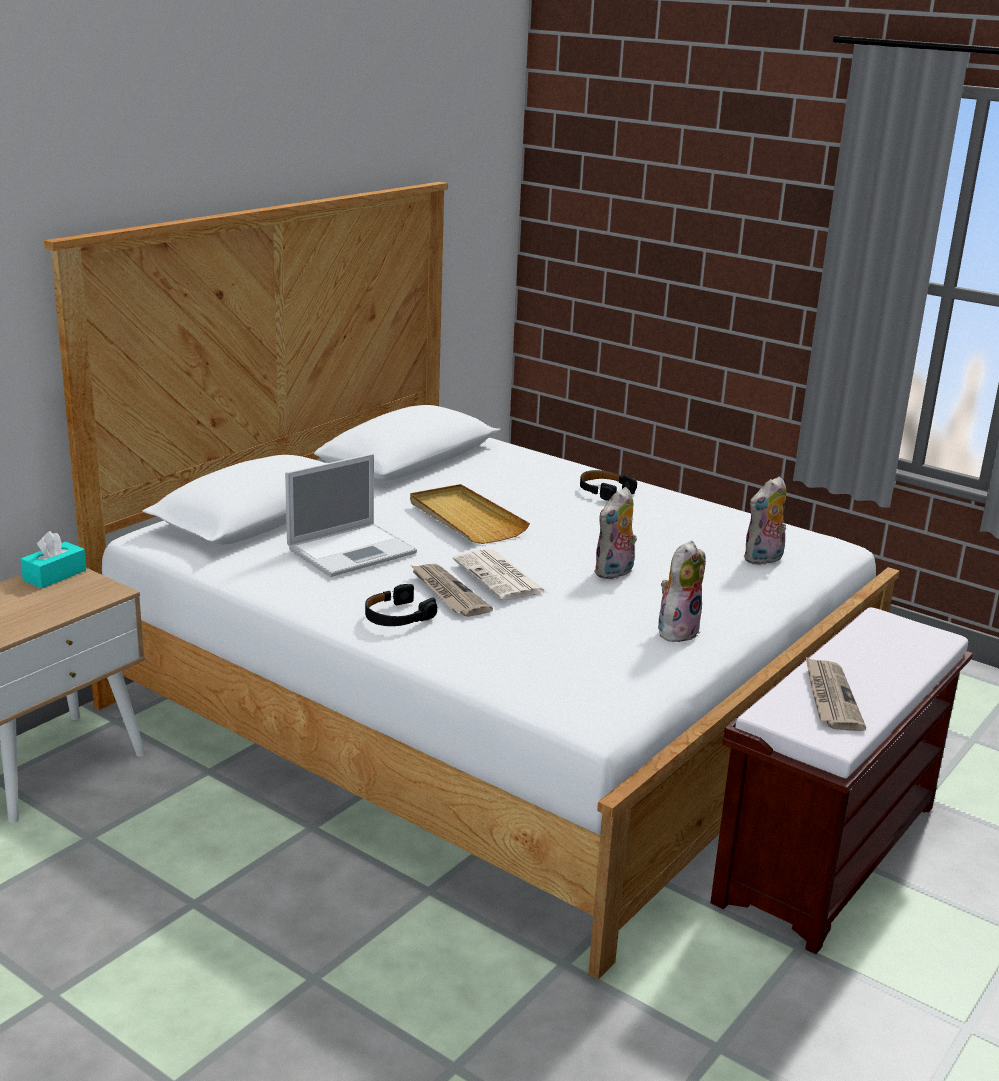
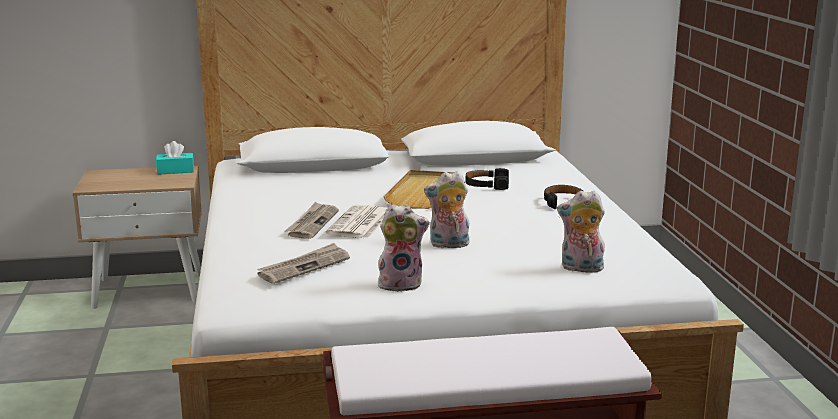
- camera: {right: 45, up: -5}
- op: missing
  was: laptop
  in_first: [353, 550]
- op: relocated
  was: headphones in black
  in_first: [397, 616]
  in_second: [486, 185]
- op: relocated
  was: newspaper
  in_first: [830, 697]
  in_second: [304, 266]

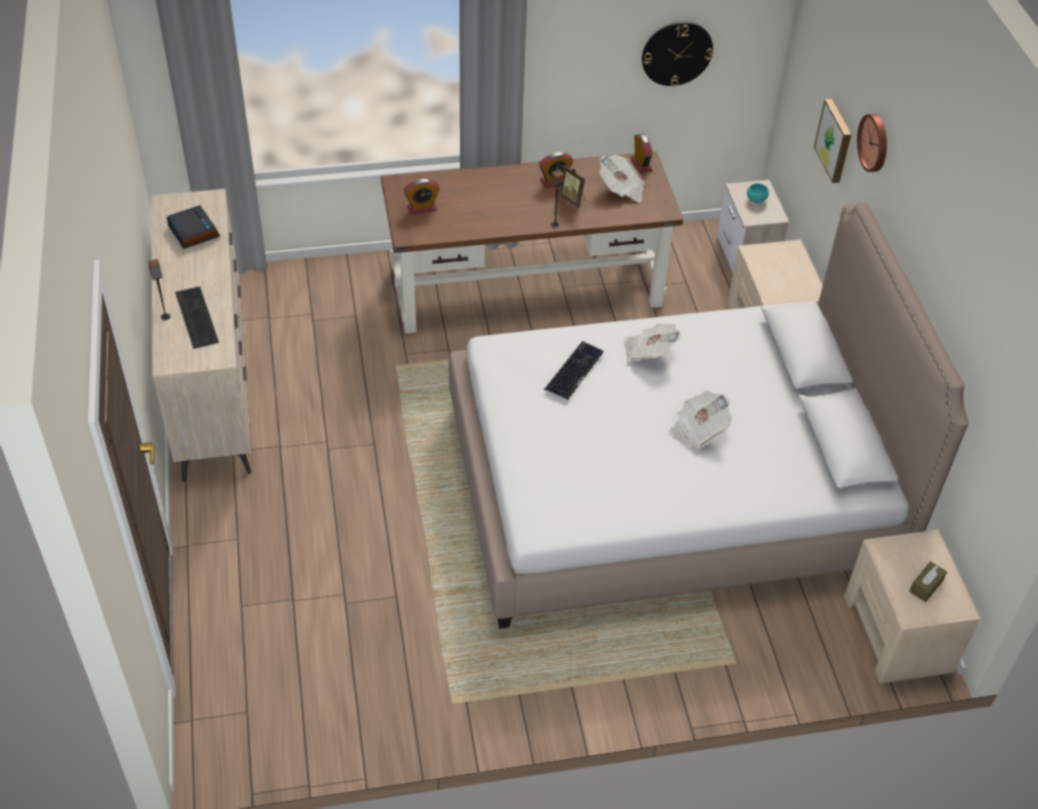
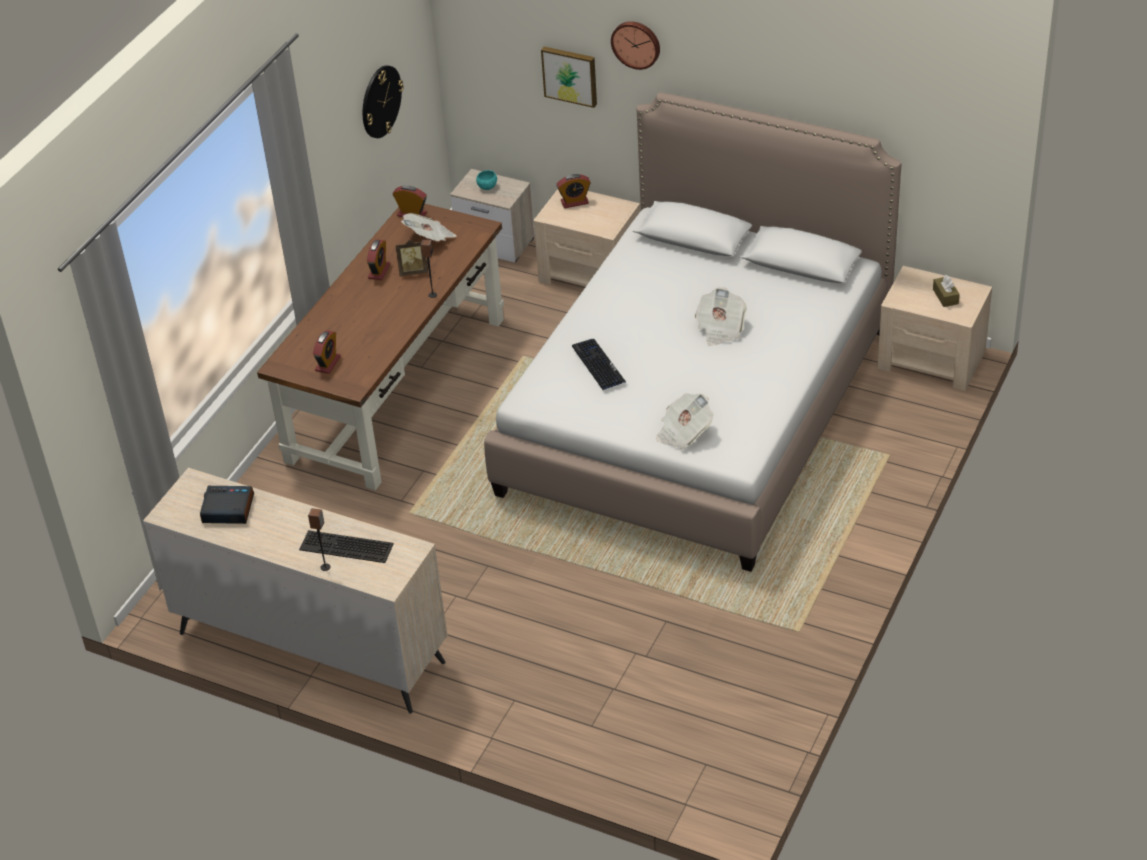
- camera: {right: -50, up: -5}
- op: relocated
  was: newspaper
  in_first: [648, 352]
  in_second: [683, 432]
- op: appeared
  now: alarm clock
  in_second: [574, 202]

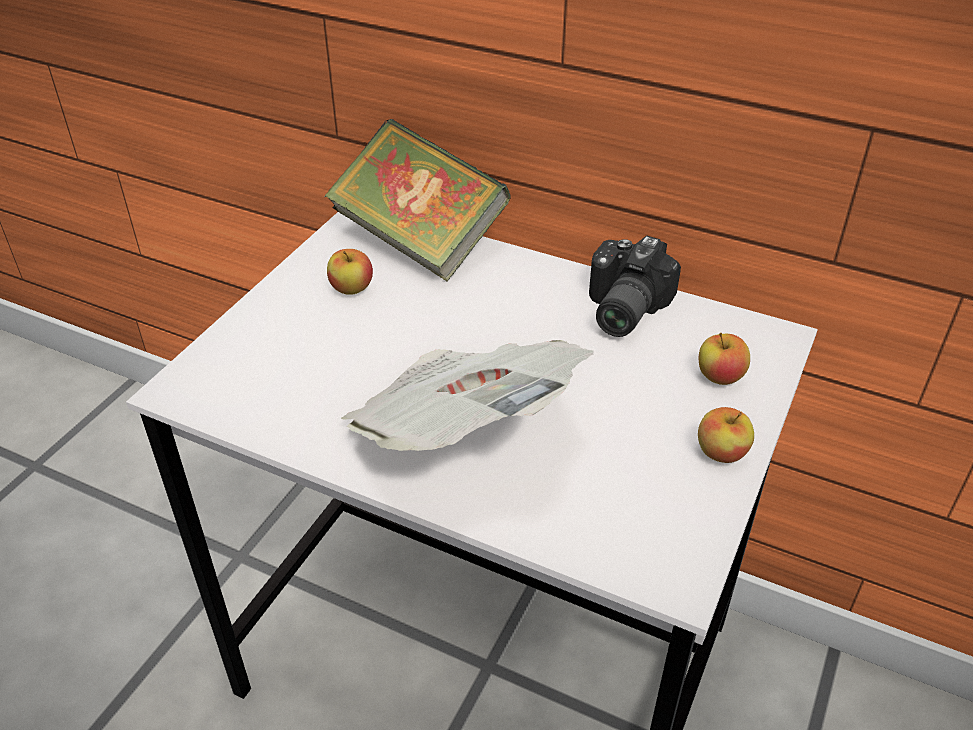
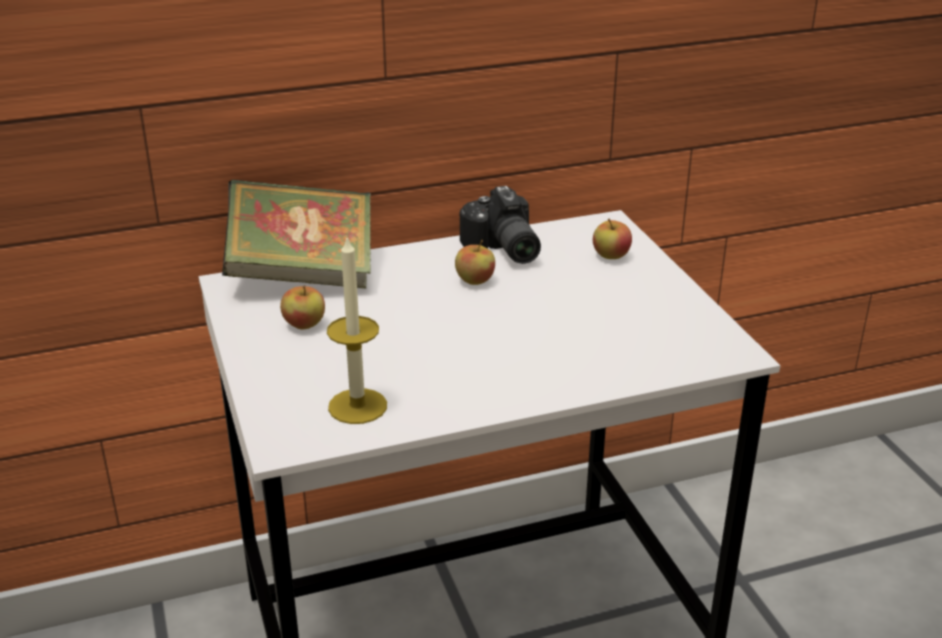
- camera: {right: -45, up: -10}
- op: missing
  was: newspaper
  in_first: [463, 433]
- op: relocated
  was: apple
  in_first: [721, 453]
  in_second: [475, 281]
- op: appeared
  now: candle
  in_second: [357, 406]

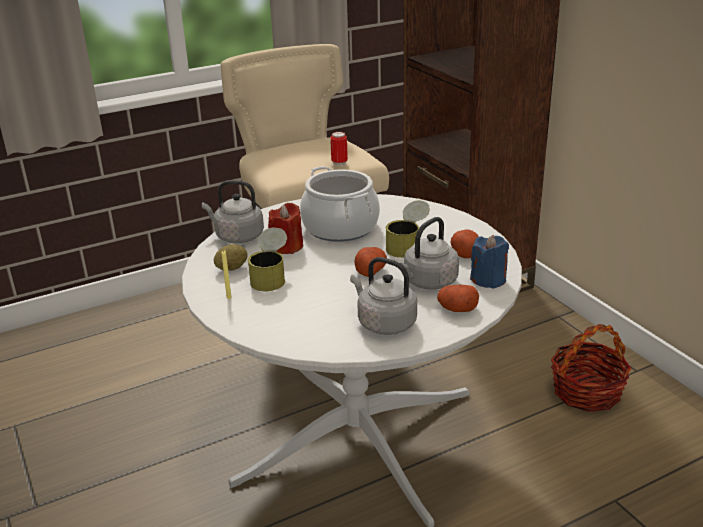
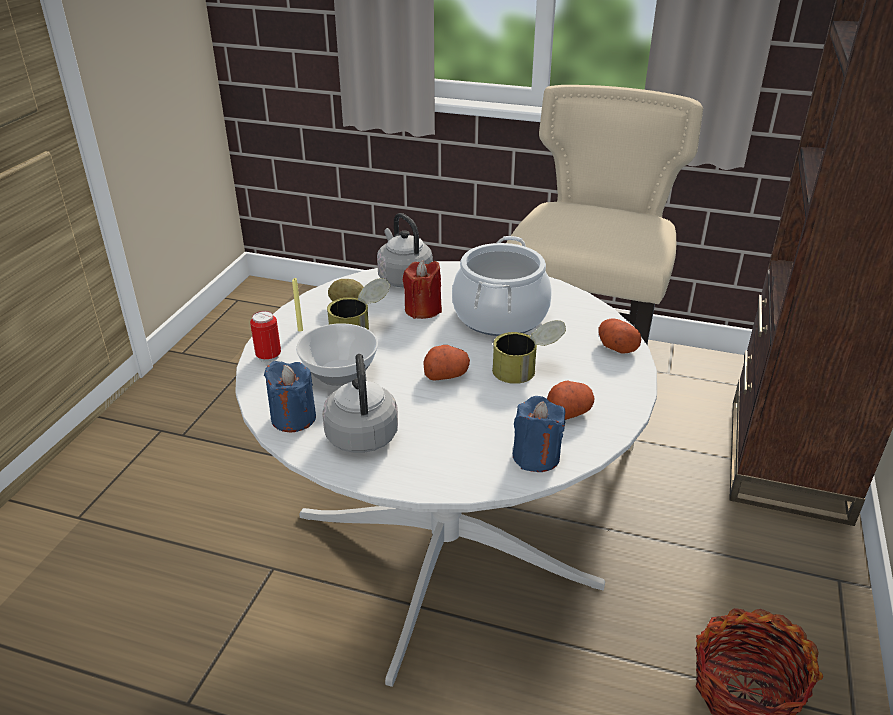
- camera: {right: 45, up: 5}
- op: relocated
  was: can
  in_first: [339, 163]
  in_second: [268, 356]
- op: missing
  was: kettle in grey
  in_first: [428, 282]
- op: relocated
  was: potato
  in_first: [457, 309]
  in_second: [616, 346]
- op: appeared
  now: bowl
  in_second: [338, 372]
- op: appeared
  now: candle in blue
  in_second: [293, 418]

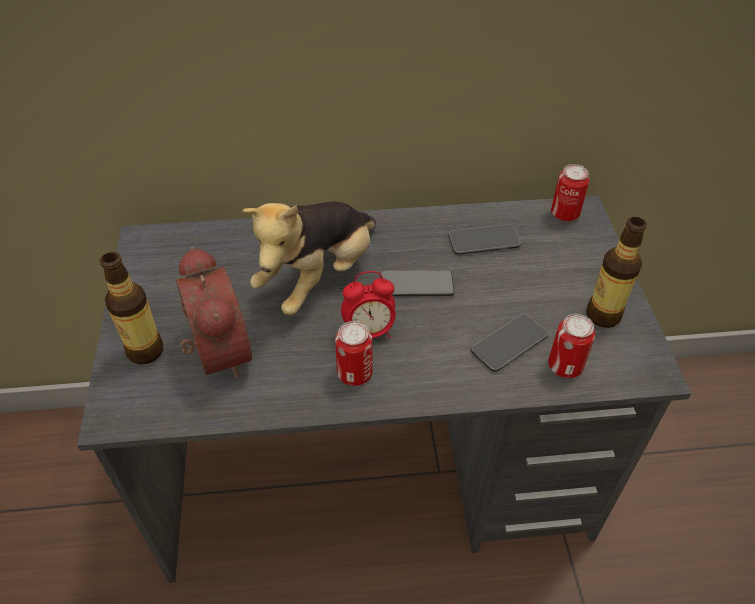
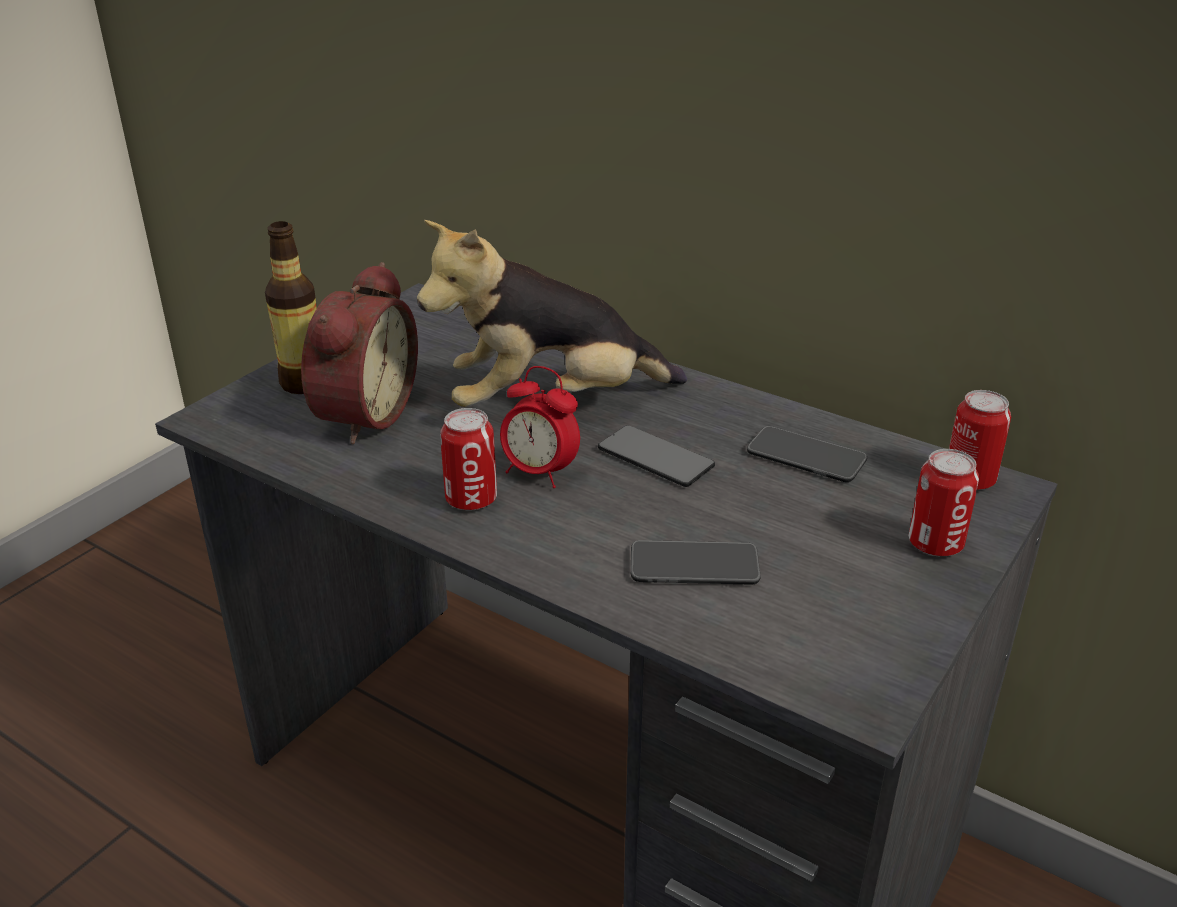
- camera: {right: 40, up: -15}
- op: missing
  was: bottle
  in_first: [603, 315]
- op: relocated
  was: can
  in_first: [565, 366]
  in_second: [935, 544]

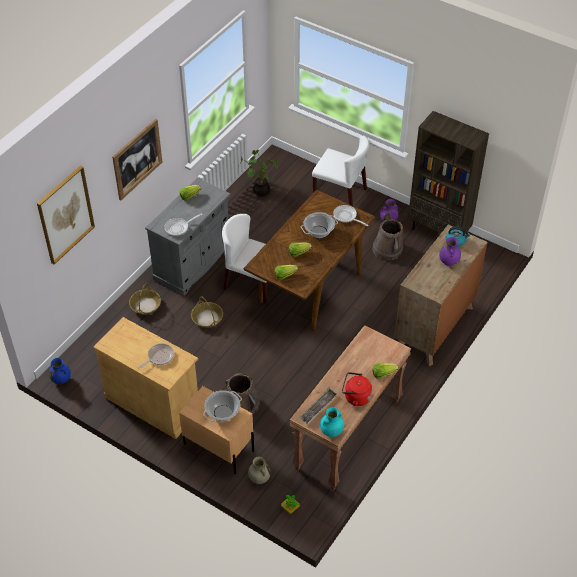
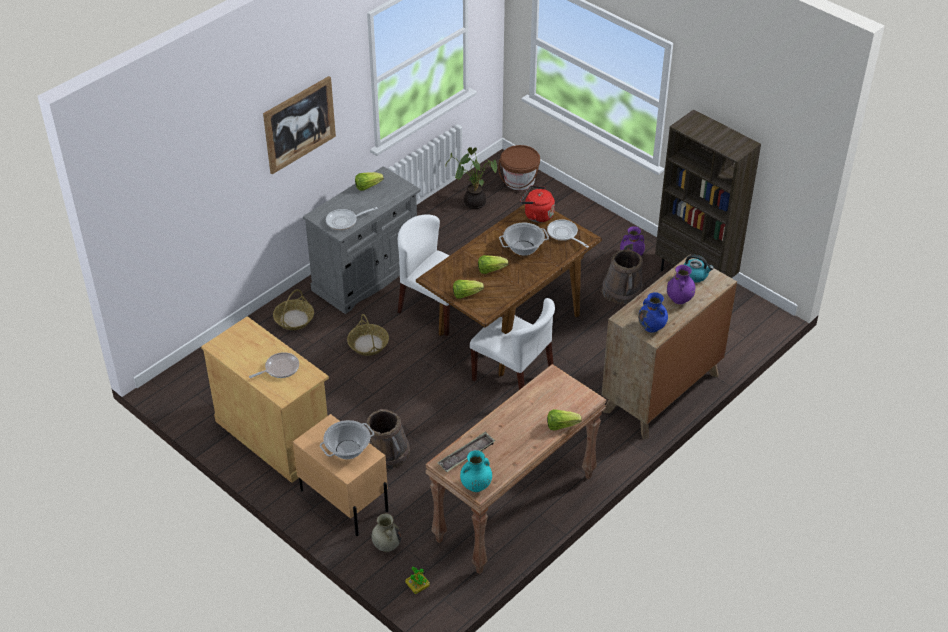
- camera: {right: 10, up: -5}
- op: relocated
  was: chair in white
  in_first: [340, 194]
  in_second: [514, 378]
- op: missing
  was: picture
  in_first: [65, 214]
- op: relocated
  was: vase in blue
  in_first: [61, 379]
  in_second: [652, 327]
- op: relocated
  was: kettle in red
  in_first: [355, 397]
  in_second: [537, 215]
- op: appeared
  now: bucket in brown
  in_second: [519, 181]

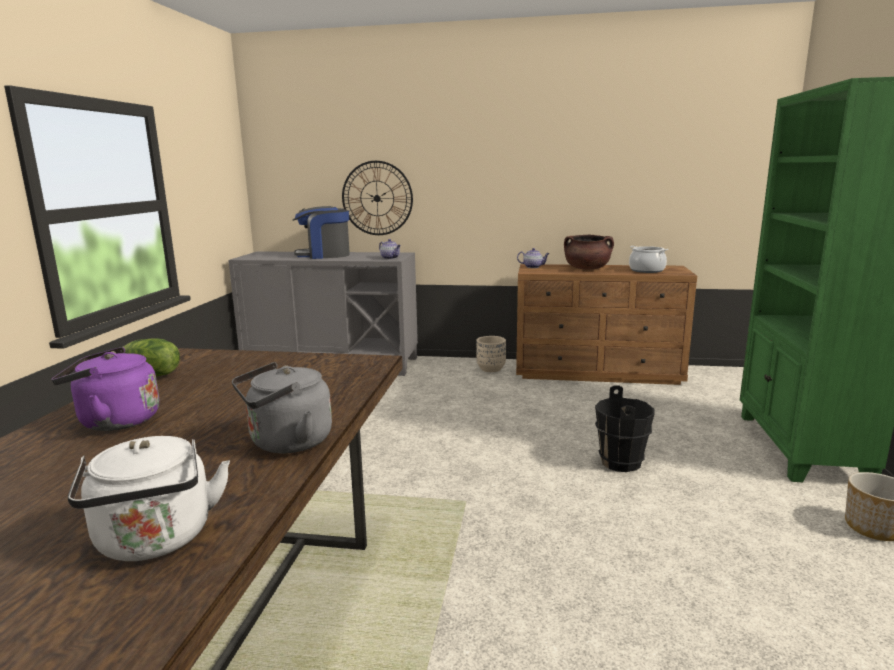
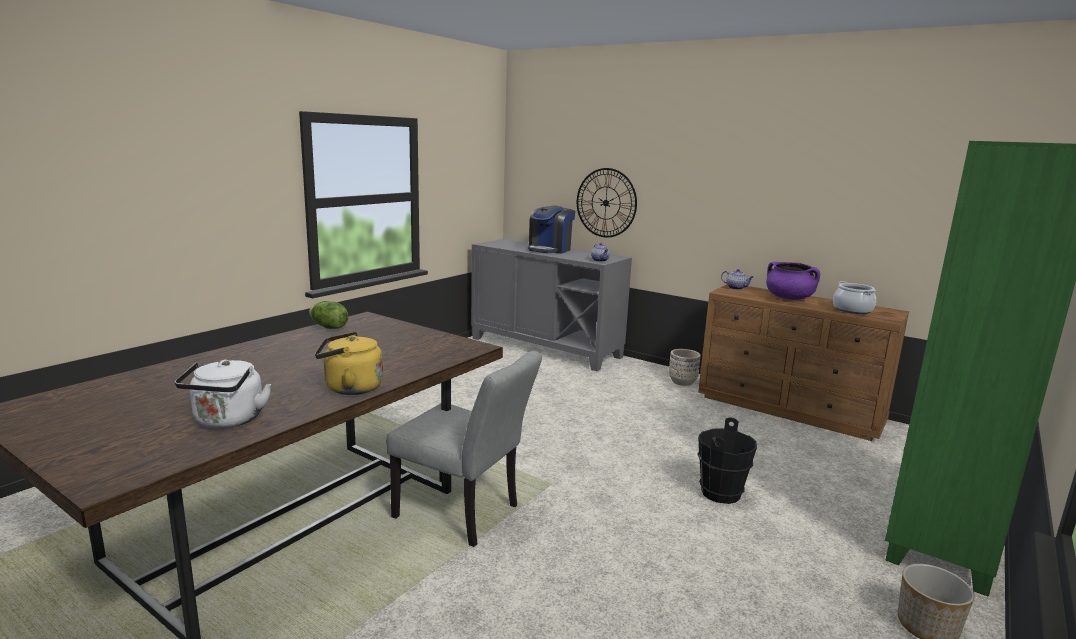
- camera: {right: 25, up: 0}
- op: spun
  was: coffee machine
  in_first: [324, 255]
  in_second: [549, 250]
  clockwise: -75
- op: colour
  was: cooking pot in brown
  now: cooking pot in purple
  in_first: [587, 268]
  in_second: [789, 298]
- op: missing
  was: kettle in purple
  in_first: [114, 421]
- op: colour
  was: kettle in grey
  now: kettle in yellow
  in_first: [286, 443]
  in_second: [350, 388]
- op: appeared
  now: chair in grey
  in_second: [464, 514]

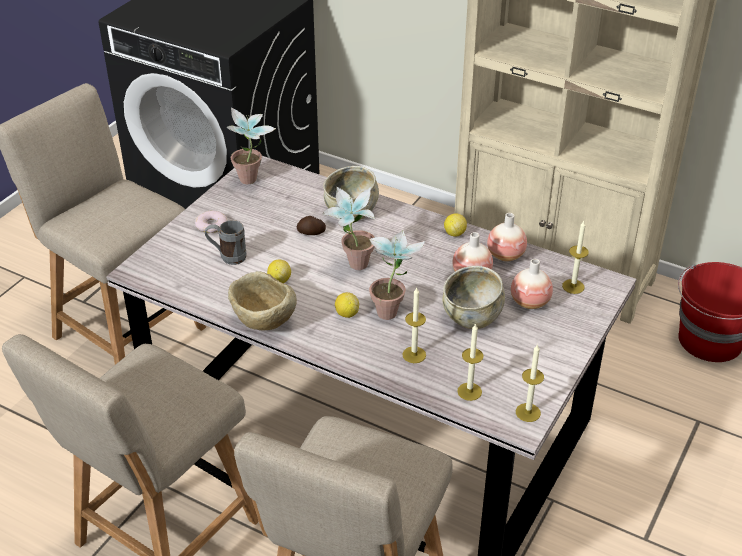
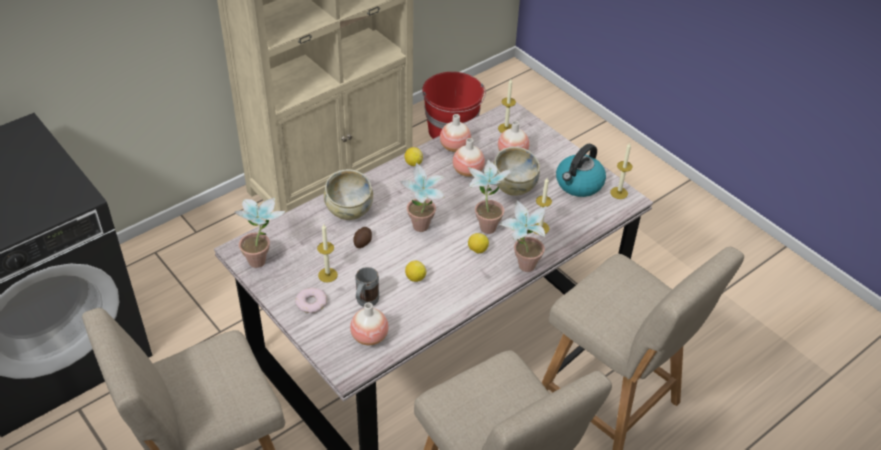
- camera: {right: -70, up: 5}
- op: missing
  was: bowl in beige
  in_first: [263, 323]
- op: relocated
  was: candle
  in_first: [469, 391]
  in_second: [327, 275]
- op: appeared
  now: kettle
  in_second: [579, 184]
- op: appeared
  now: potted plant
  in_second: [521, 268]
- op: appeared
  now: vase
  in_second: [369, 337]

